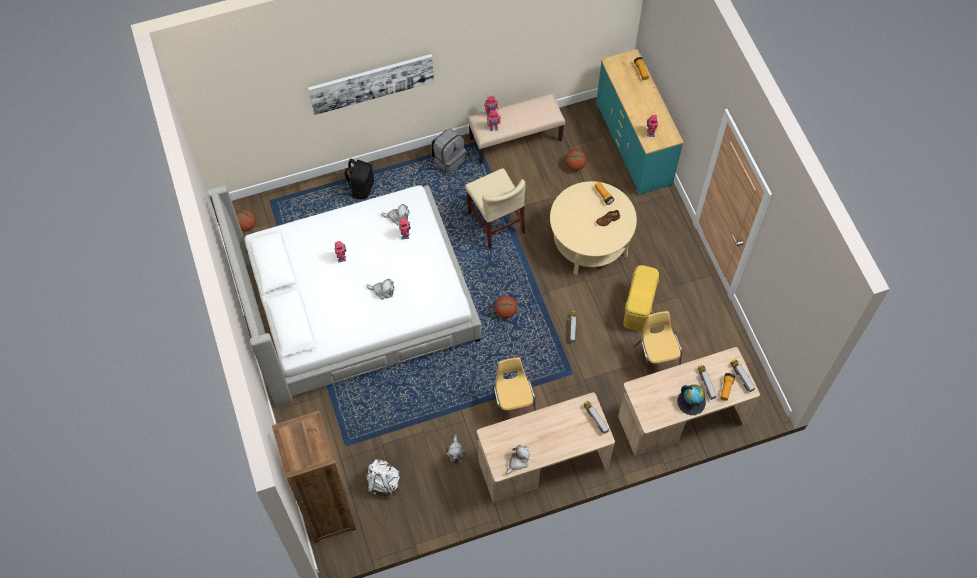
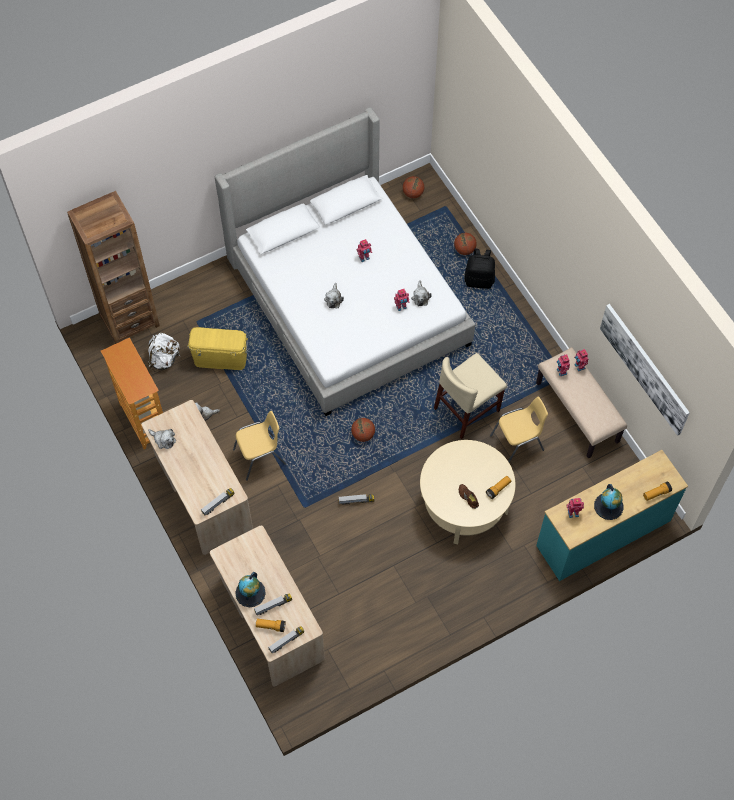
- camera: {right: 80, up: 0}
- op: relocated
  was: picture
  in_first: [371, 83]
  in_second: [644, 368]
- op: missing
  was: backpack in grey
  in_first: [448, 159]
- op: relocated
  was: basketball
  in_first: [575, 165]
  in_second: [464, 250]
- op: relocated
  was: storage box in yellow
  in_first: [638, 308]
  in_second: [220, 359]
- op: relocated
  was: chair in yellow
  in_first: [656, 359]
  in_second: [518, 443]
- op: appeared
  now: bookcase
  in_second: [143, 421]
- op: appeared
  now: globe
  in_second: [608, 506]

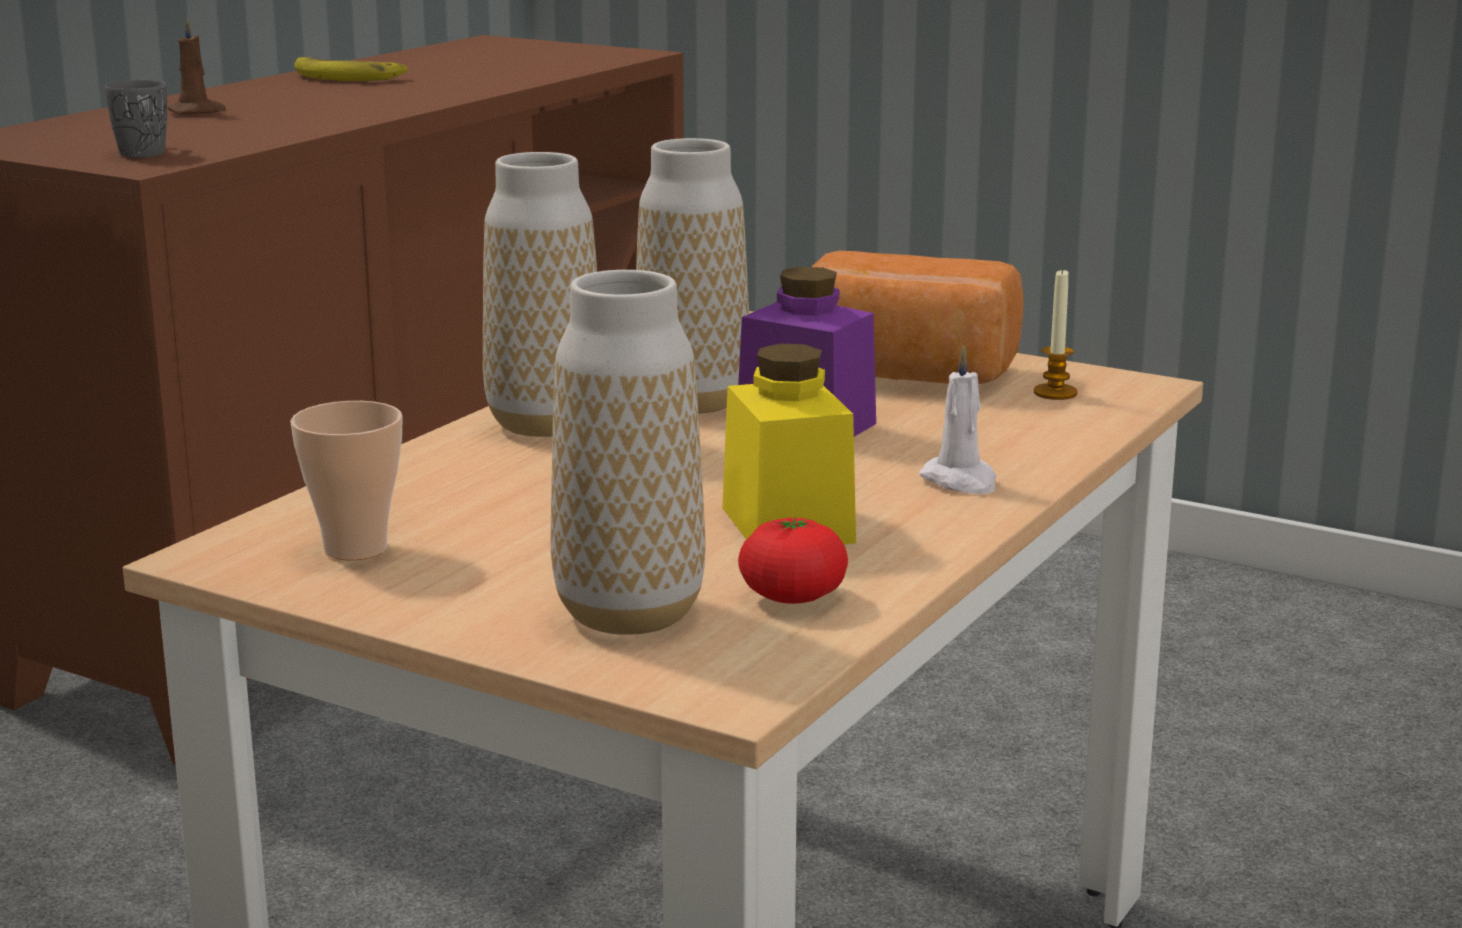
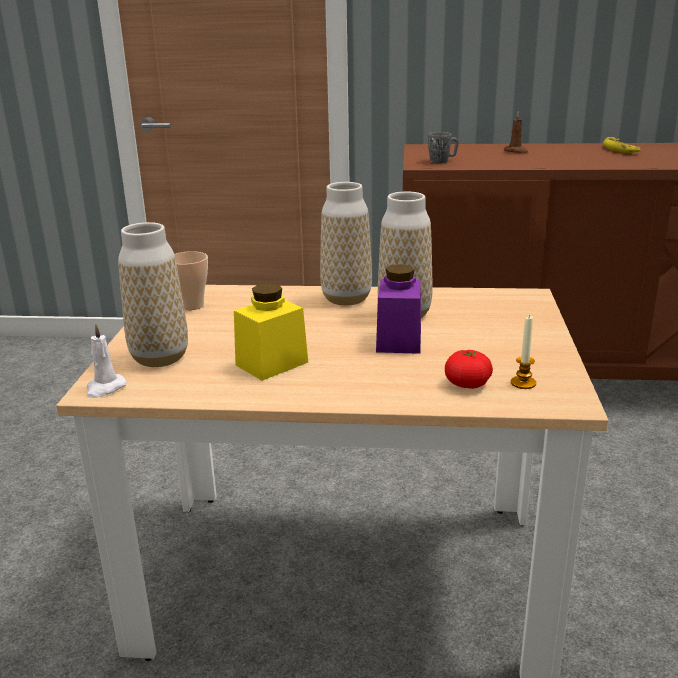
- camera: {right: 65, up: 5}
- op: missing
  was: bread
  in_first: [905, 374]
- op: relocated
  was: candle in white
  in_first: [961, 481]
  in_second: [105, 388]
- op: relocated
  was: tomato
  in_first: [792, 596]
  in_second: [467, 384]

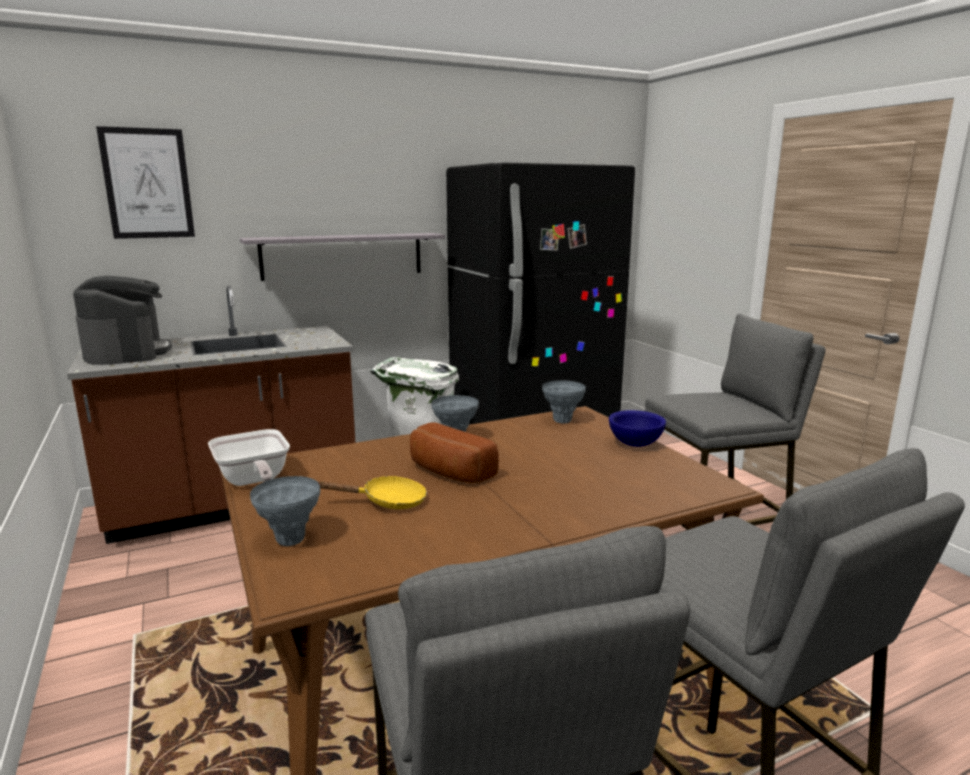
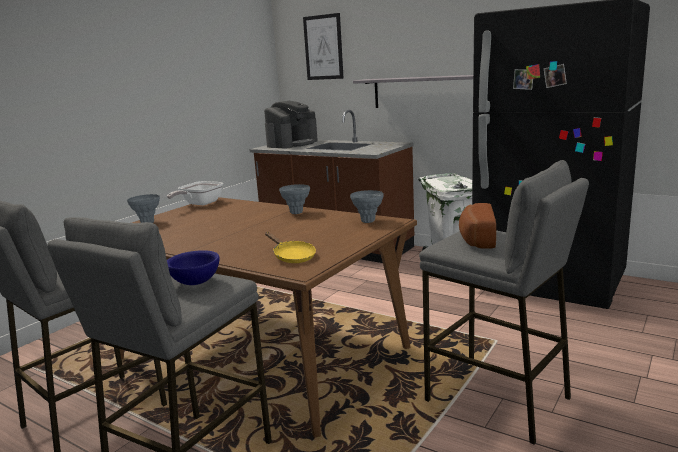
- camera: {right: 60, up: 0}
- op: relocated
  was: bowl in blue
  in_first: [635, 444]
  in_second: [195, 282]
- op: relocated
  was: bread
  in_first: [448, 472]
  in_second: [476, 239]
- op: relocated
  was: frying pan in yellow
  in_first: [388, 502]
  in_second: [292, 257]

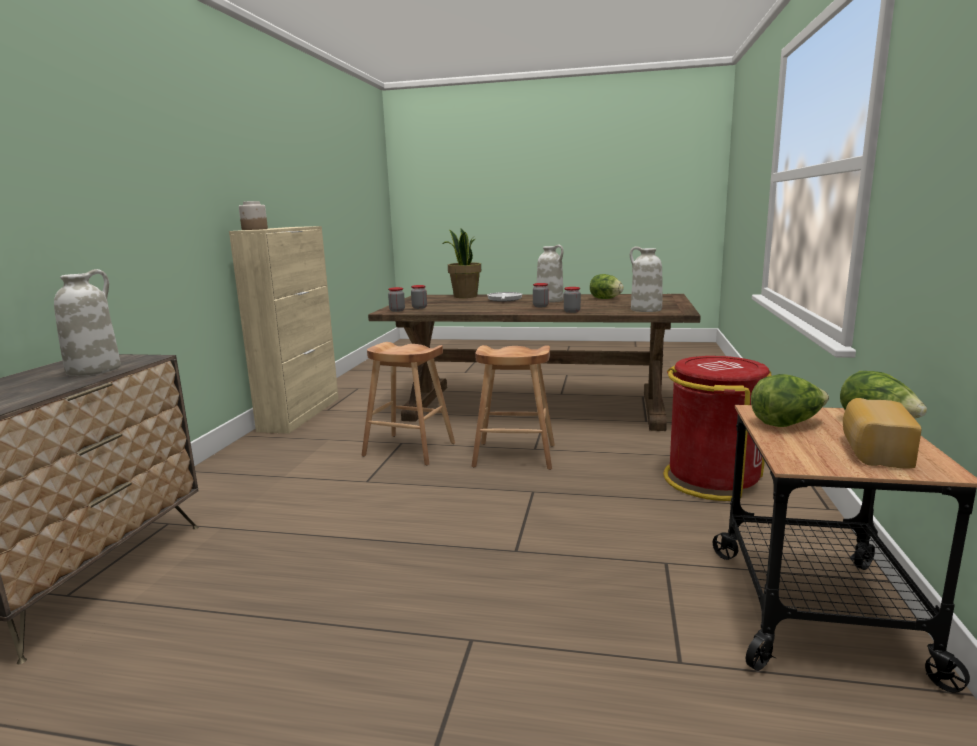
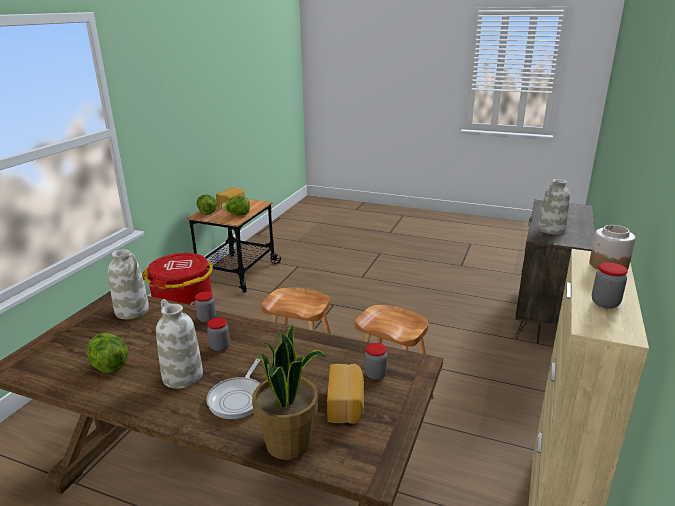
- camera: {right: -170, up: 10}
- op: relocated
  was: jar
  in_first: [397, 310]
  in_second: [605, 303]
- op: appeared
  now: bread
  in_second: [346, 404]

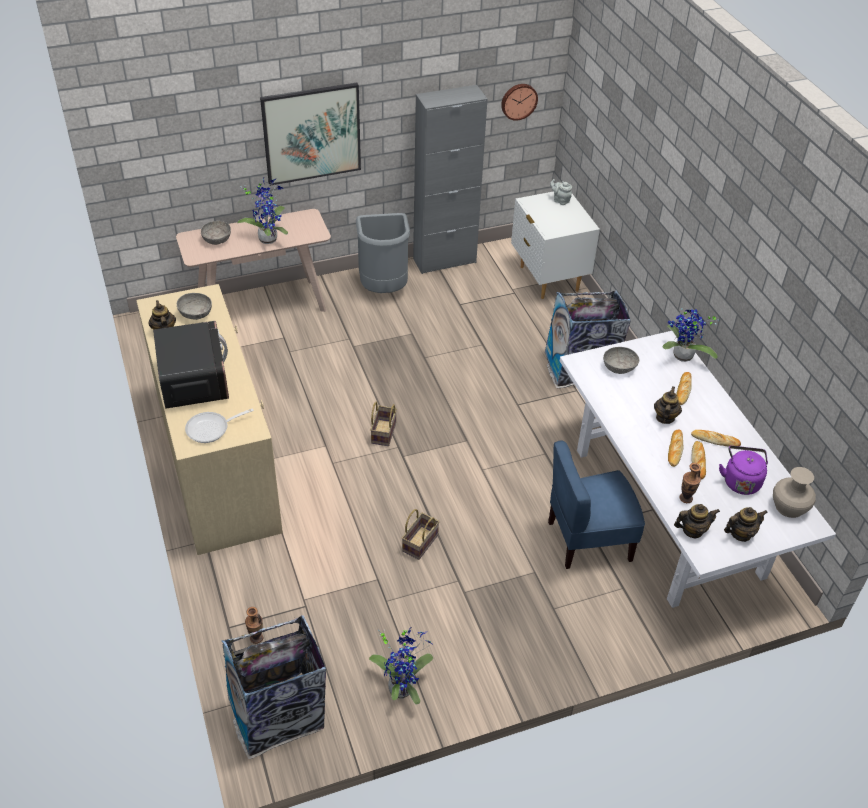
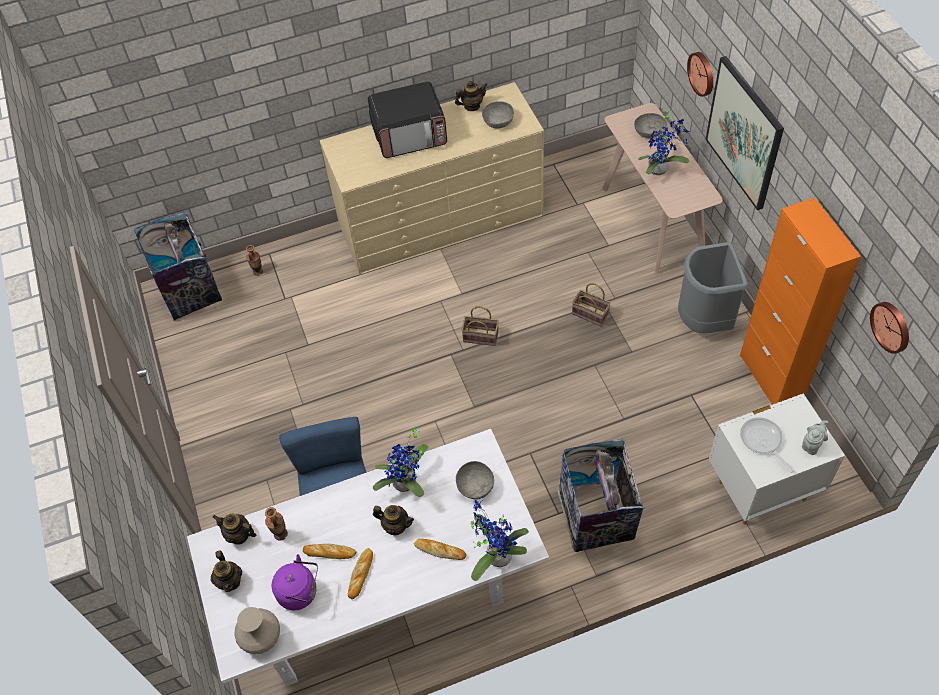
- camera: {right: 95, up: 10}
- op: colour
  was: cabinet in grey
  now: cabinet in orange
  in_first: [444, 260]
  in_second: [771, 377]
- op: relocated
  was: frying pan
  in_first: [211, 429]
  in_second: [762, 441]
- op: missing
  was: bread
  in_first: [675, 450]
- op: spun
  was: teapot
  in_first: [692, 530]
  in_second: [239, 535]
  clockwise: 120
- op: relocated
  was: basket
  in_first: [420, 542]
  in_second: [591, 314]
- op: relocated
  was: potted plant
  in_first: [402, 686]
  in_second: [407, 484]
- op: appeared
  now: wall clock
  in_second: [702, 73]

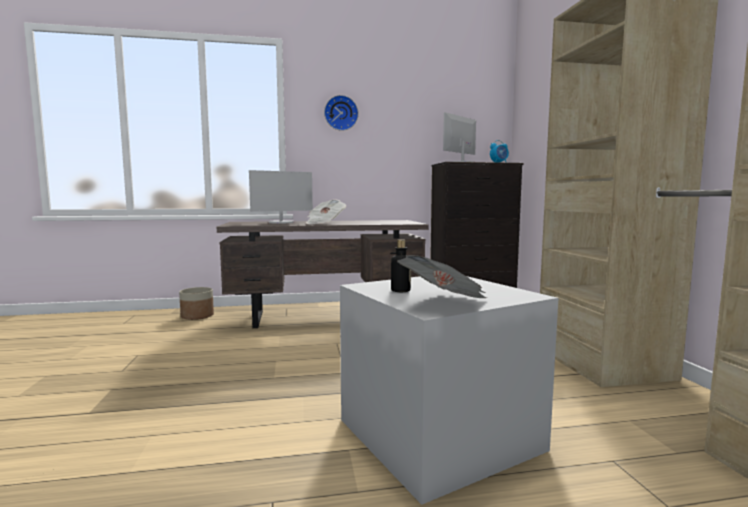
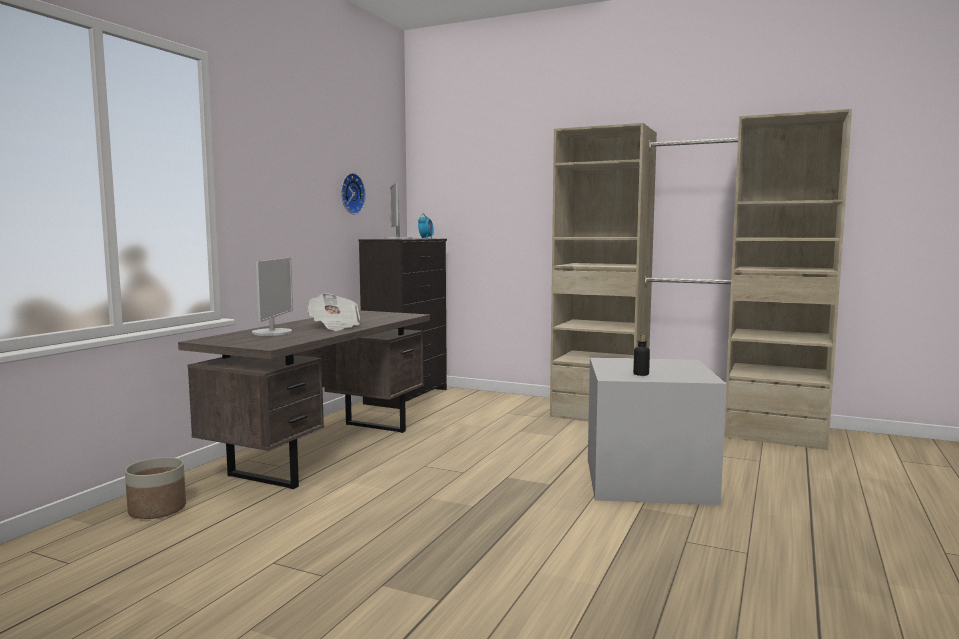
- camera: {right: -55, up: 0}
- op: relocated
  was: wall clock
  in_first: [341, 113]
  in_second: [350, 193]
- op: missing
  was: newspaper
  in_first: [445, 303]

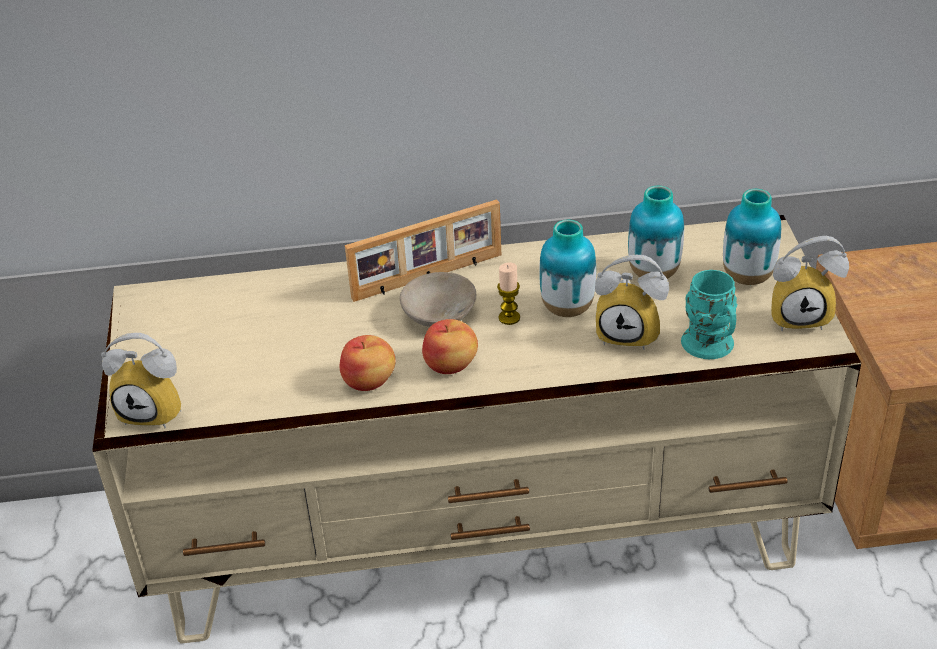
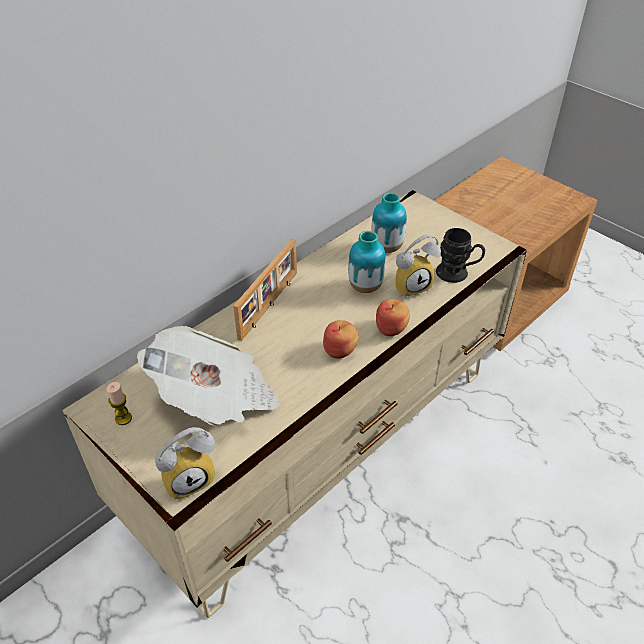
- camera: {right: -40, up: 5}
- op: missing
  was: vase
  in_first: [747, 277]
- op: missing
  was: alarm clock
  in_first: [800, 315]
- op: relocated
  was: candle
  in_first: [509, 318]
  in_second: [123, 418]
- op: colour
  was: mug in turquoise
  now: mug in black
  in_first: [712, 348]
  in_second: [457, 274]
- op: missing
  was: bowl in beige
  in_first: [438, 313]
- op: relocated
  was: apple
  in_first: [370, 382]
  in_second: [391, 328]
- op: appeared
  now: newspaper
  in_second: [216, 398]

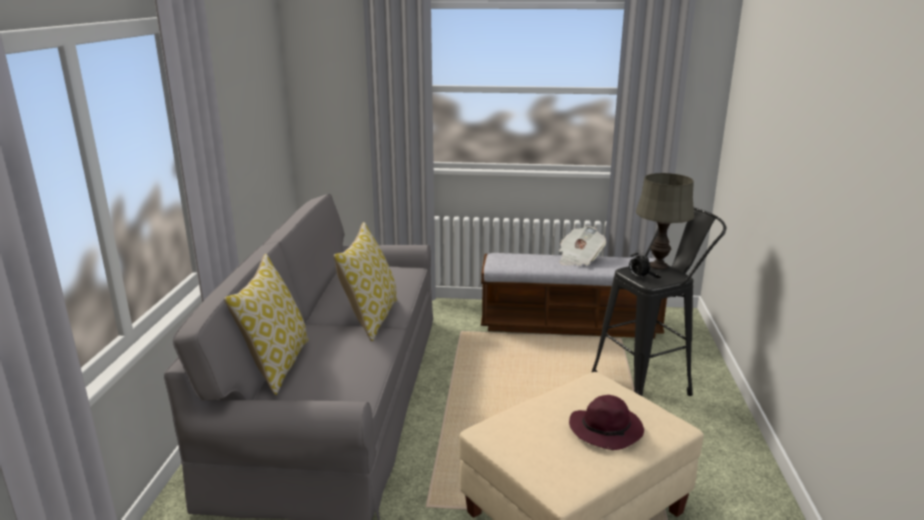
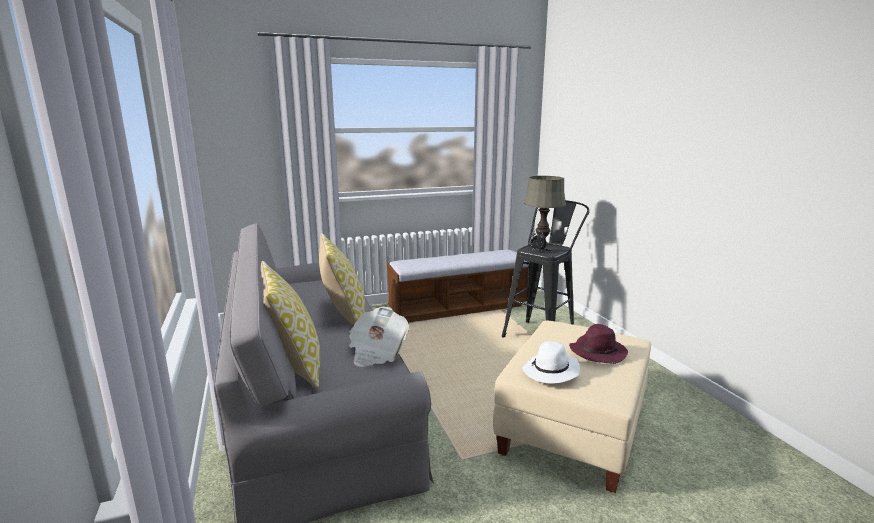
- camera: {right: -25, up: -5}
- op: relocated
  was: newspaper
  in_first: [579, 259]
  in_second: [377, 352]
- op: appeared
  now: hat in white
  in_second: [551, 372]

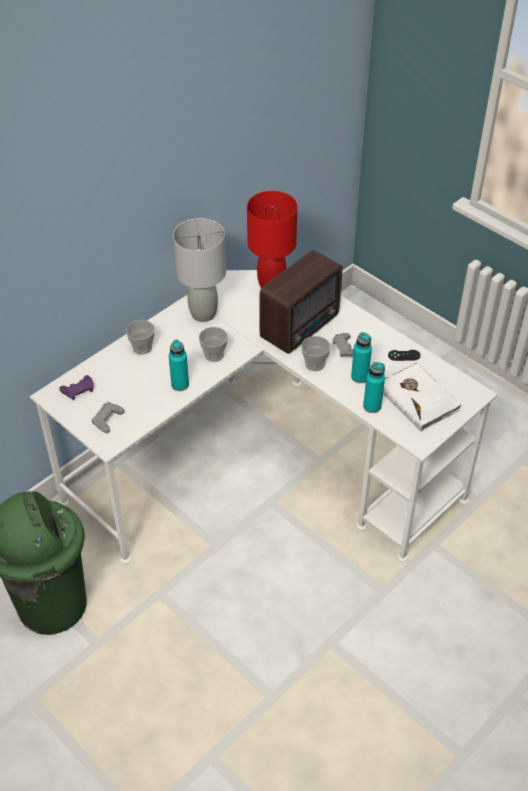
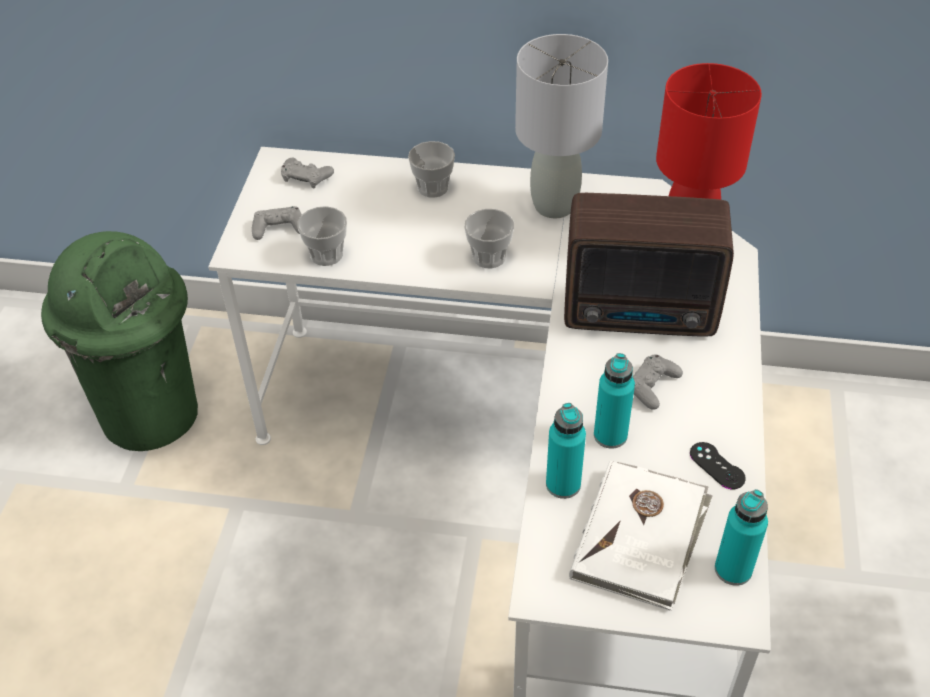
- camera: {right: 55, up: 0}
- op: relocated
  was: cup
  in_first: [315, 364]
  in_second: [326, 255]
- op: relocated
  was: bottle in turquoise
  in_first: [180, 385]
  in_second: [733, 569]
- op: colour
  was: game controller in purple
  now: game controller in grey
  in_first: [78, 390]
  in_second: [306, 177]

